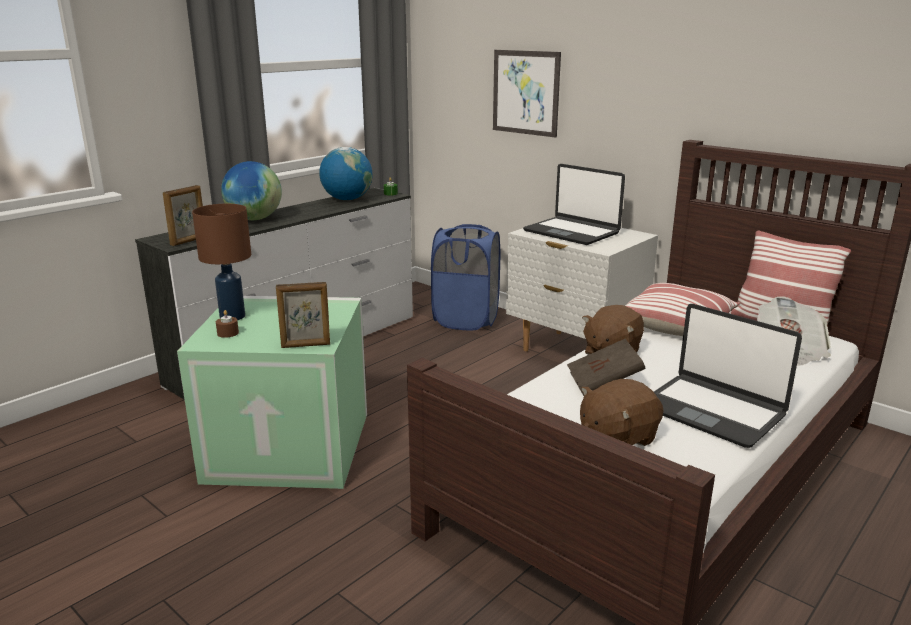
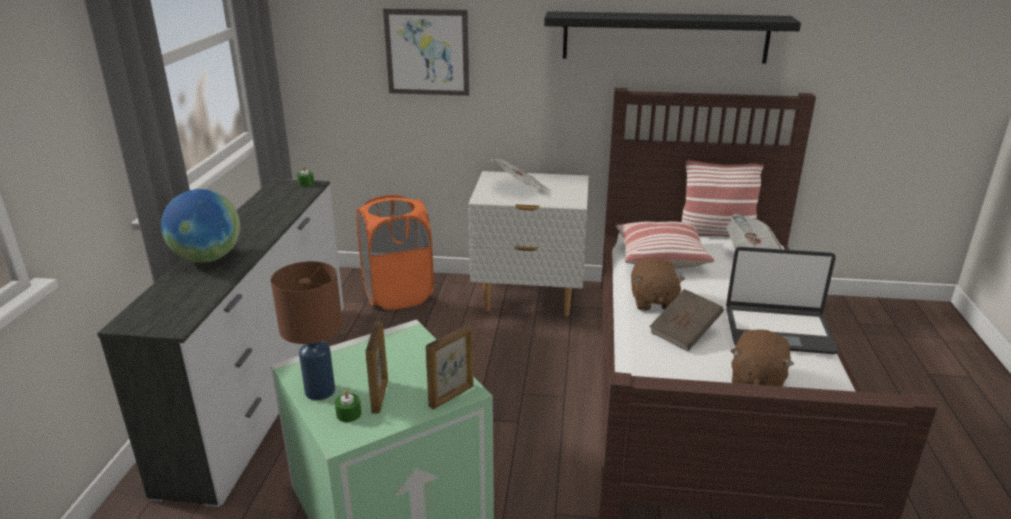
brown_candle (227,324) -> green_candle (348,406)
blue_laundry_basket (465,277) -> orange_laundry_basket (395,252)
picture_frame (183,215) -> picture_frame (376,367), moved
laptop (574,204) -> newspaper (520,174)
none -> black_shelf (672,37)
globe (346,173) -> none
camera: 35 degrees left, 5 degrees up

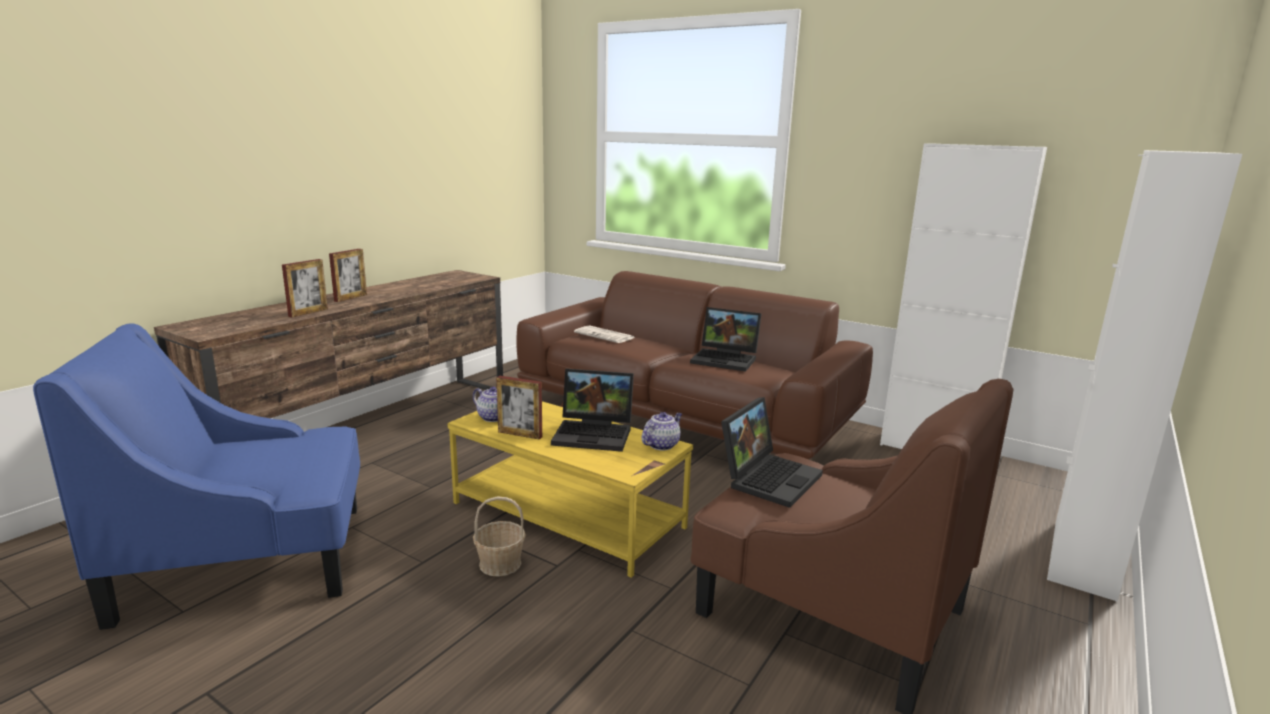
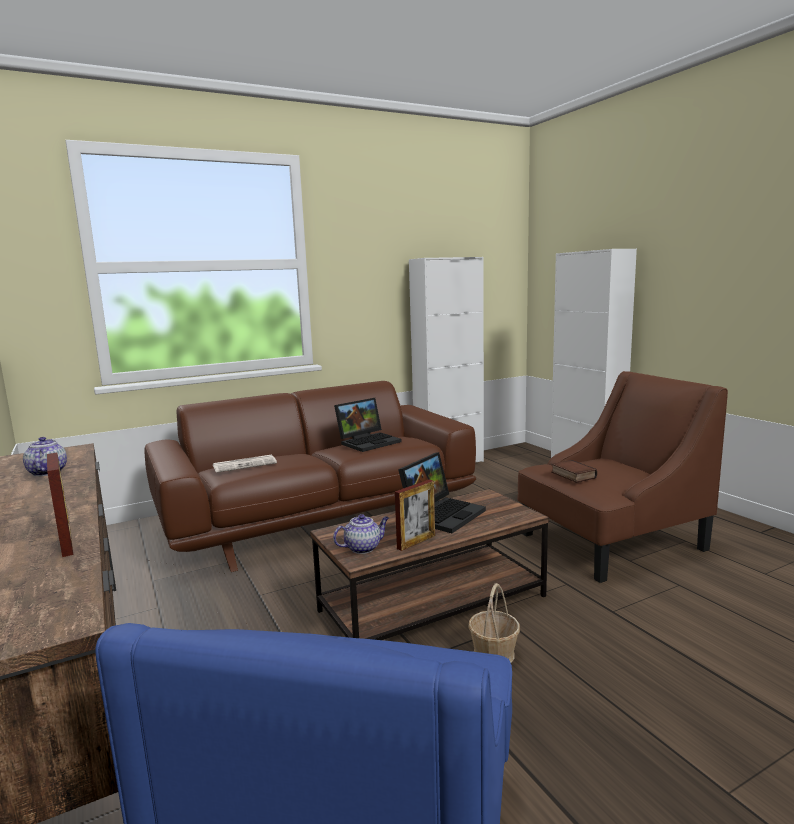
teapot (662,431) -> teapot (45,456), moved
yellow_coffee_table (570,489) -> brown_coffee_table (429,564)
laptop (772,452) -> book (574,471)
picture_frame (348,275) -> none
camera: 60 degrees left, 5 degrees down

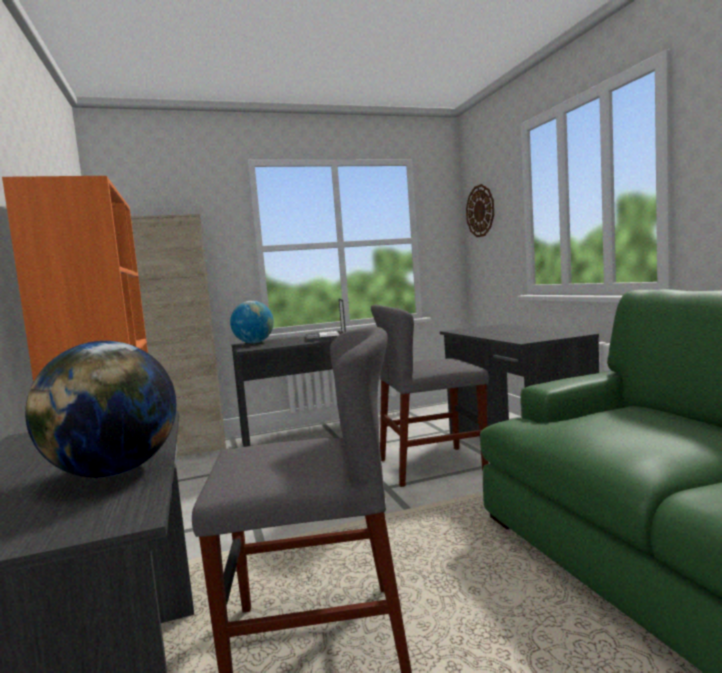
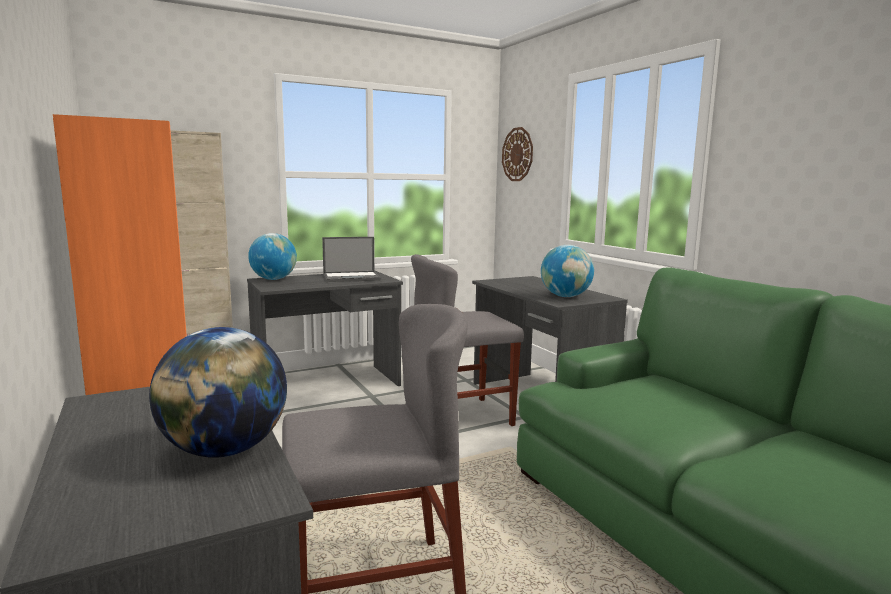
laptop (326,320) -> laptop (351,259), 90 degrees counterclockwise
none -> globe (567,271)
camera: 10 degrees left, 5 degrees up

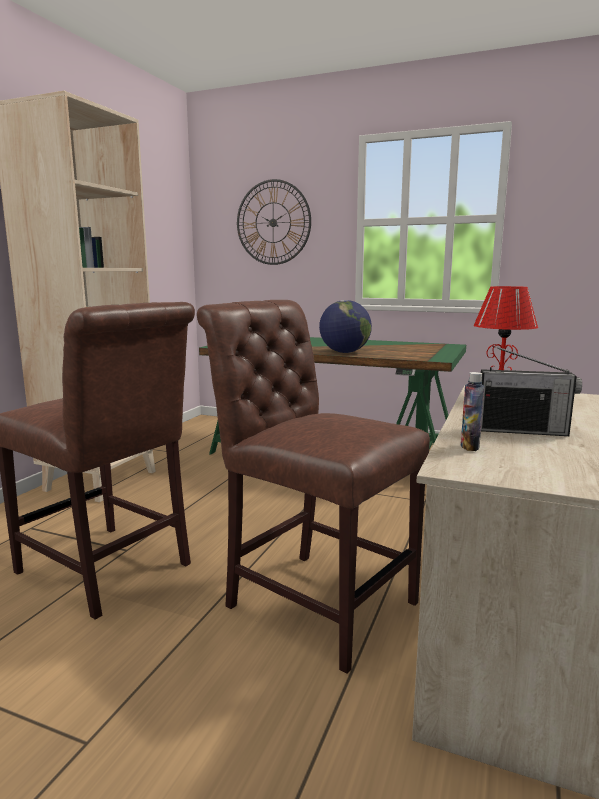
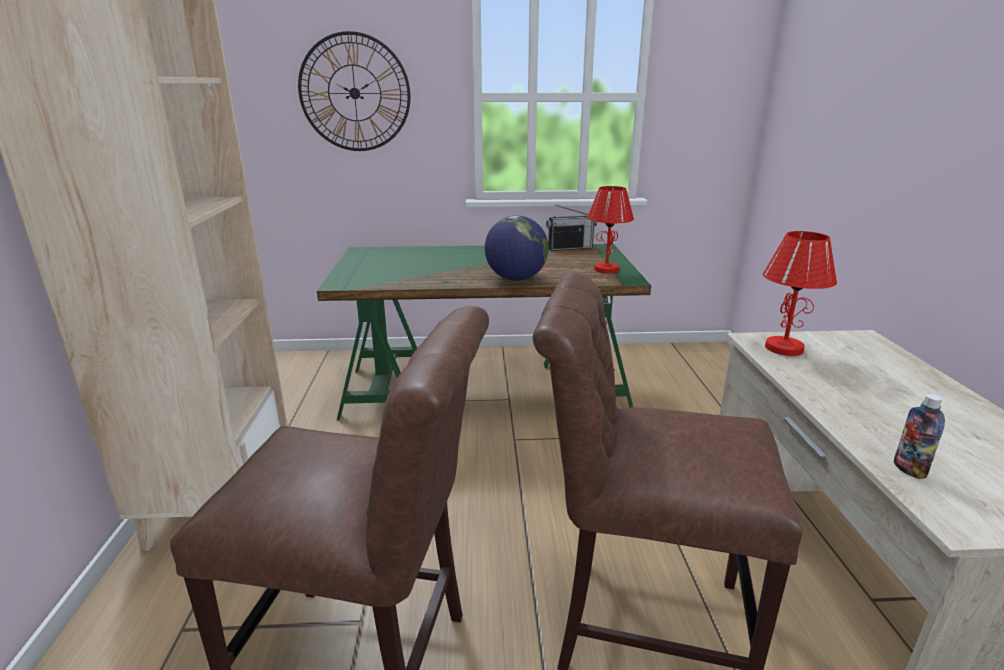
radio (531,390) -> radio (571,227), moved
none -> red_table_lamp (610,229)
camera: 25 degrees left, 10 degrees up

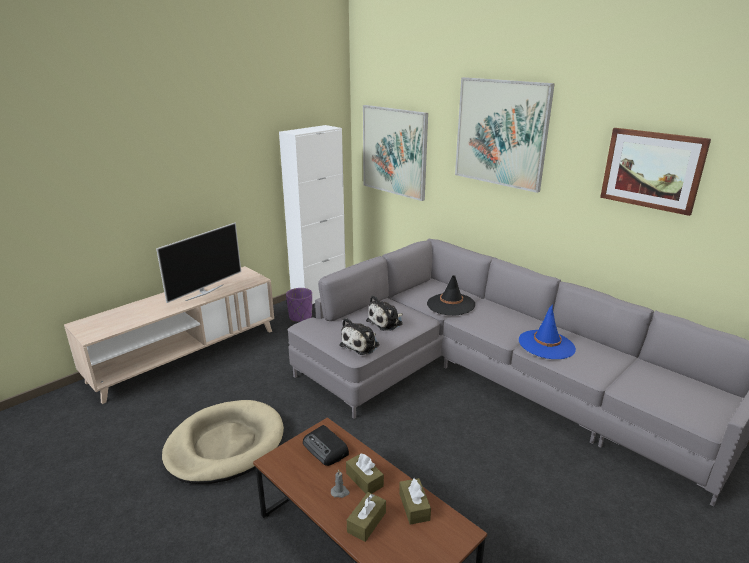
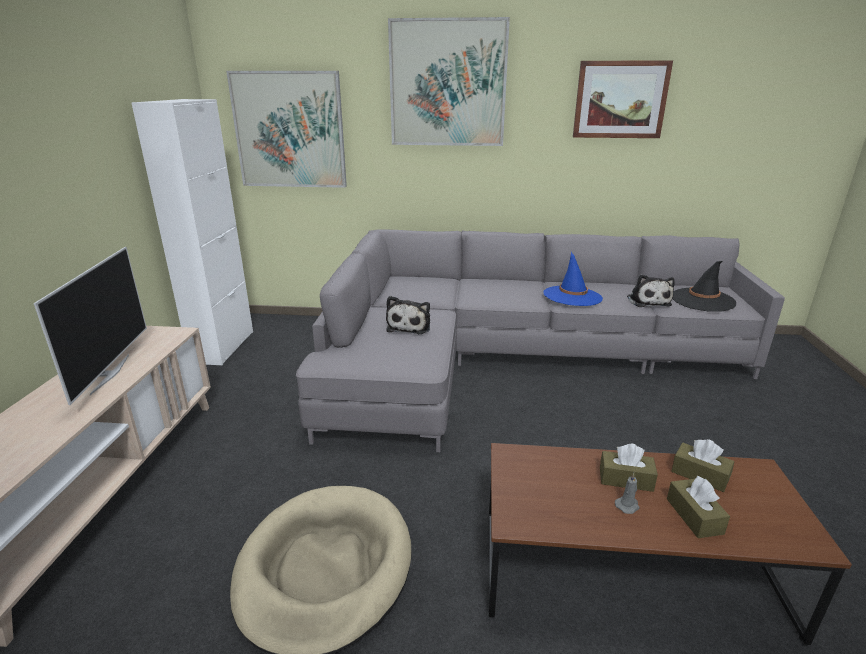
plush_toy (359,336) -> plush_toy (651,291), moved
black_hat (451,295) -> black_hat (704,286), moved
purple_planter (299,305) -> none
radio (326,445) -> none
camera: 40 degrees left, 0 degrees up

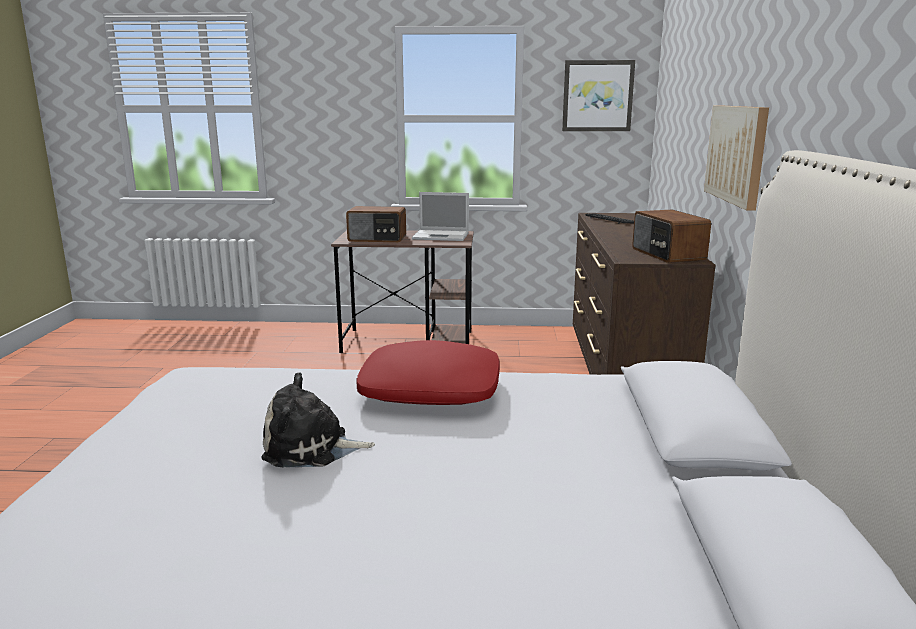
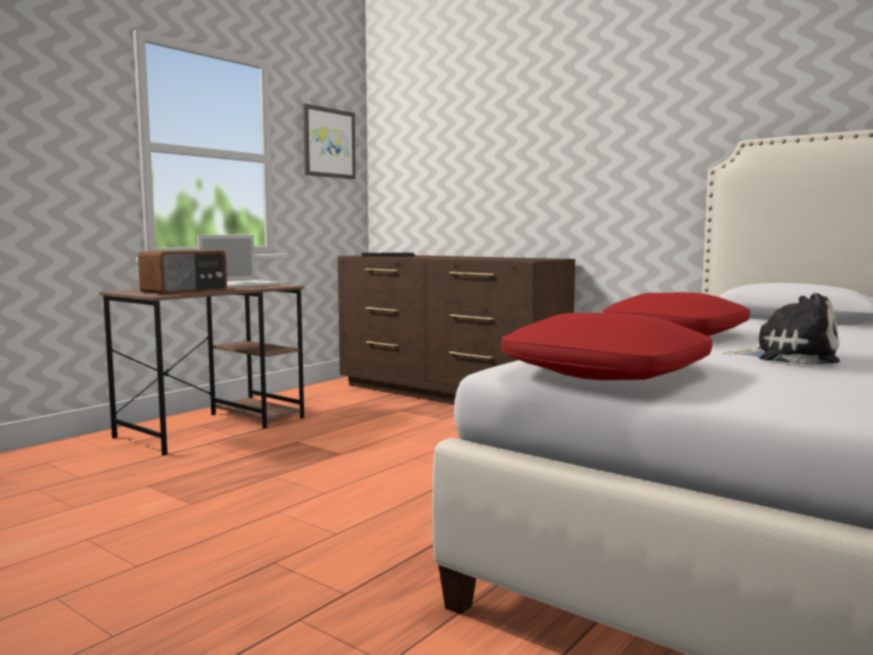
none -> red_pillow (606,346)
plush_toy (318,419) -> plush_toy (781,329), 105 degrees counterclockwise
radio (671,236) -> none
picture (736,157) -> none
camera: 55 degrees left, 10 degrees down

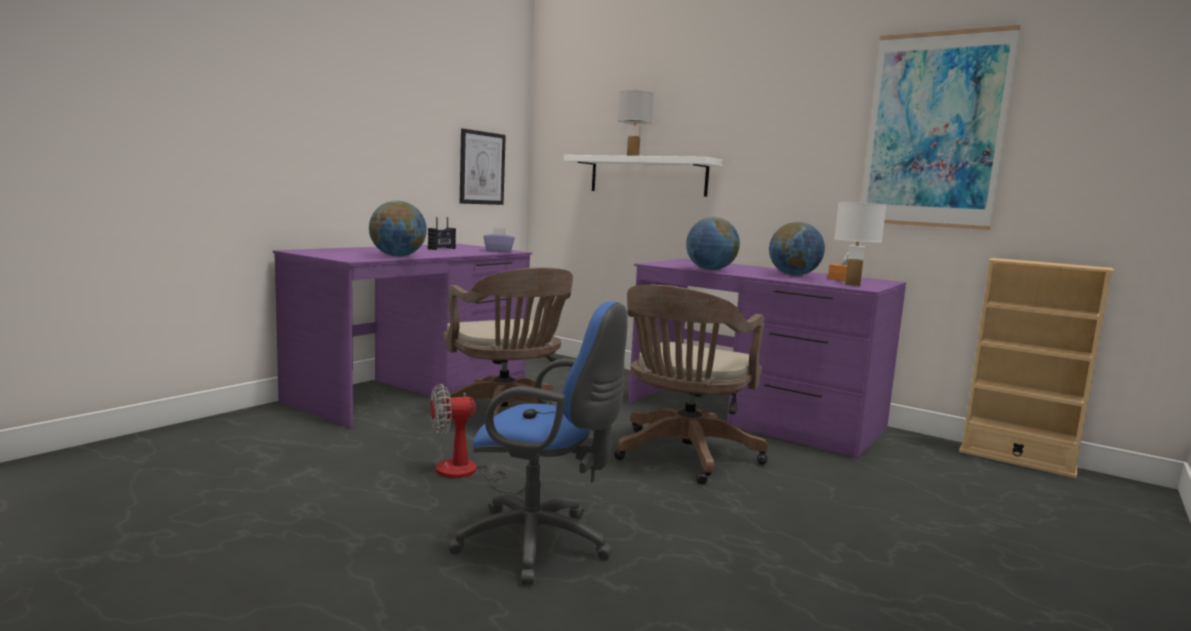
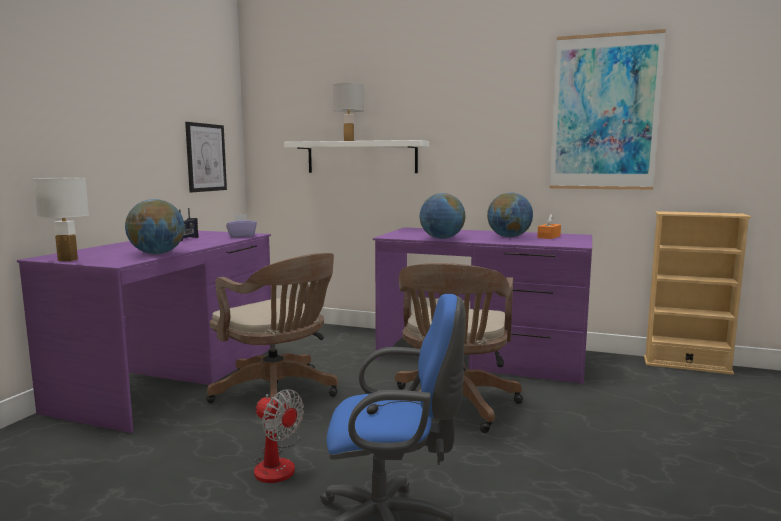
white_table_lamp (860,244) -> white_table_lamp (61,219), moved
fan (479,439) -> fan (279,436), 105 degrees counterclockwise
camera: 15 degrees left, 0 degrees up

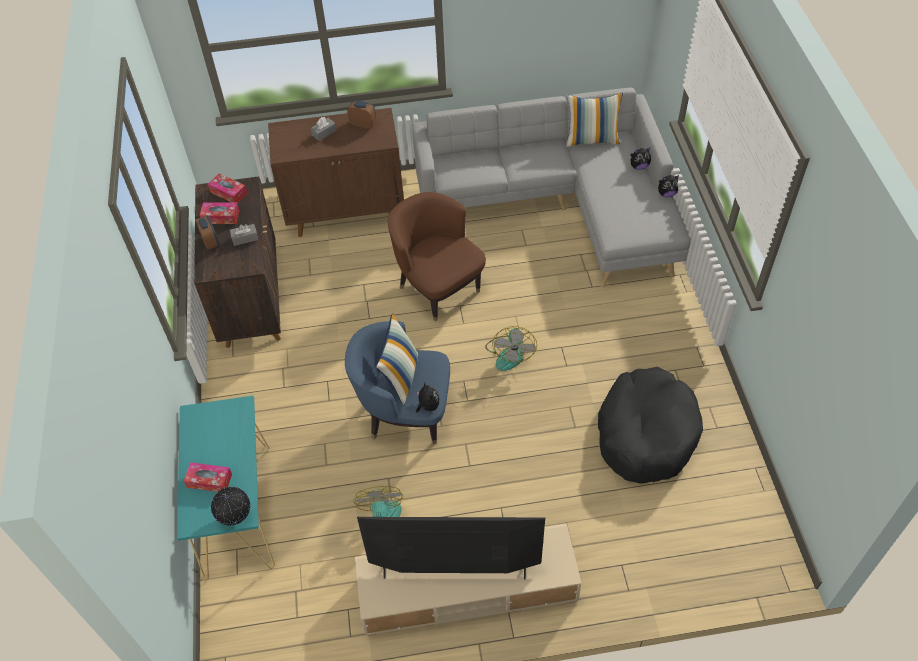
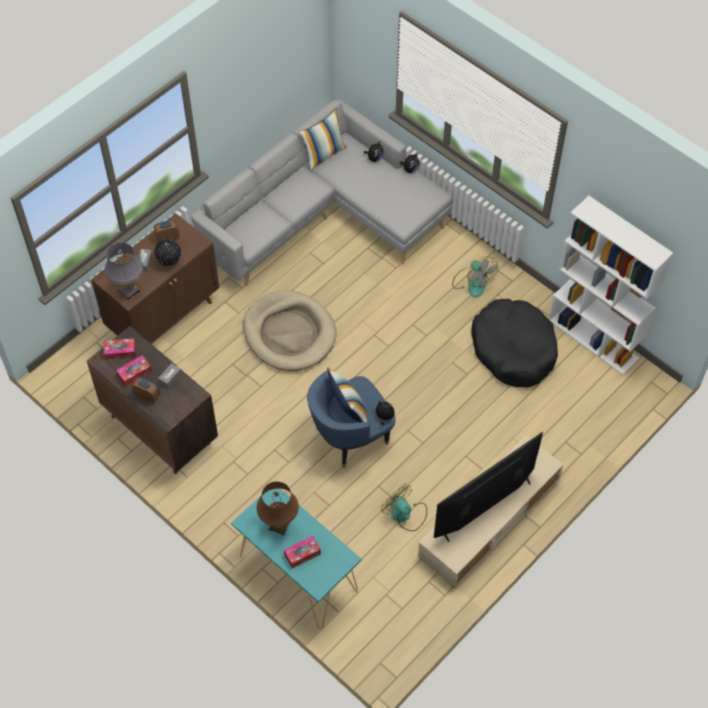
none -> grey_table_lamp (124,271)
globe (230,506) -> globe (167,252), moved
brown_armchair (437,256) -> beige_dog_bed (290,330)
none -> brown_table_lamp (278,508)
fan (511,348) -> fan (475,277), moved
none -> white_bookcase (610,285)
camera: 40 degrees left, 5 degrees up

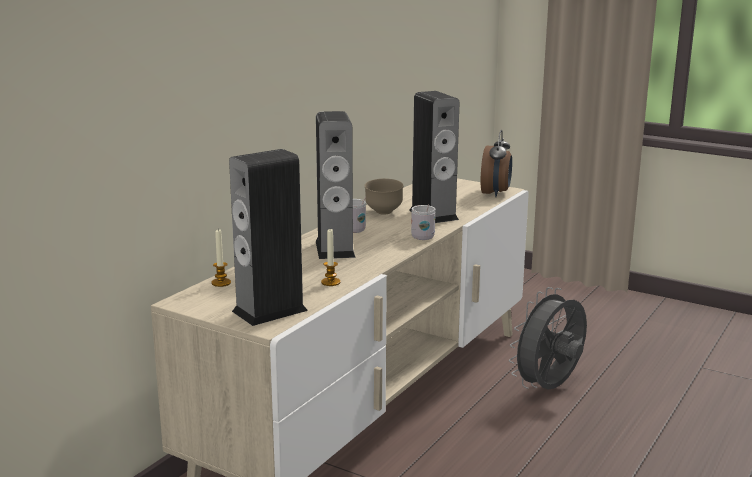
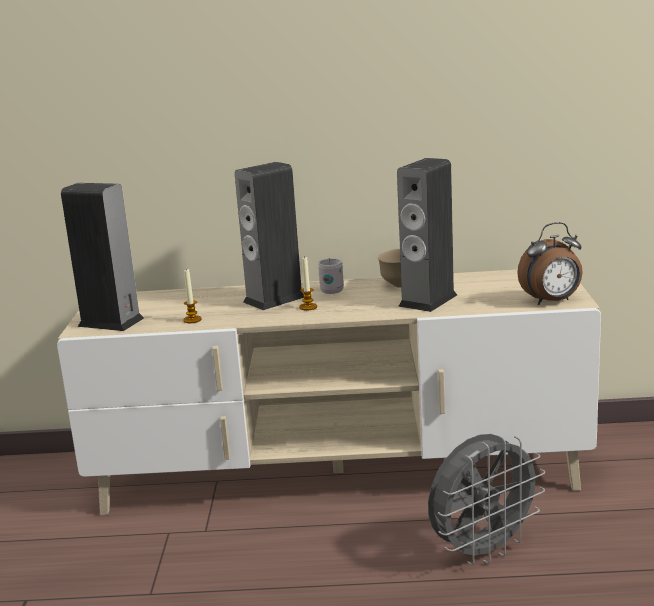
candle (221,258) -> candle (308,283), moved
grey_fan (548,338) -> grey_fan (486,499), 135 degrees clockwise
white_mug (423,222) -> none
camera: 60 degrees right, 0 degrees up

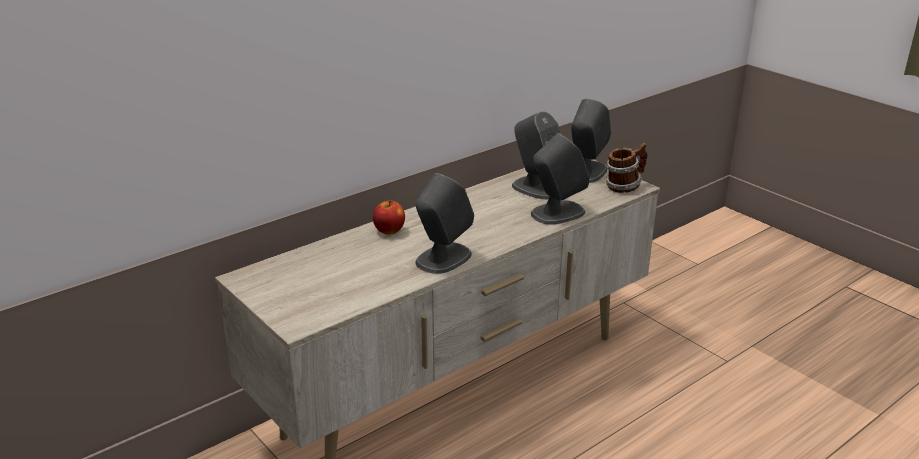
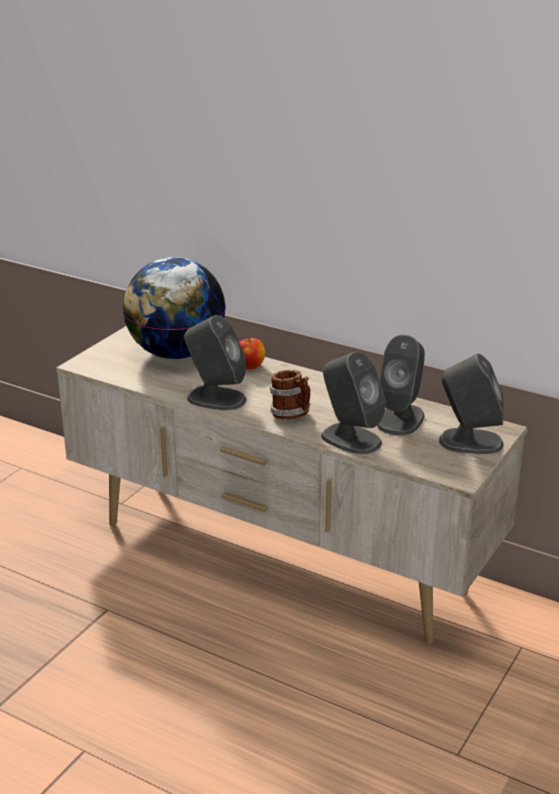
none -> globe (174,308)
mug (627,168) -> mug (290,395), moved
camera: 70 degrees right, 0 degrees up

